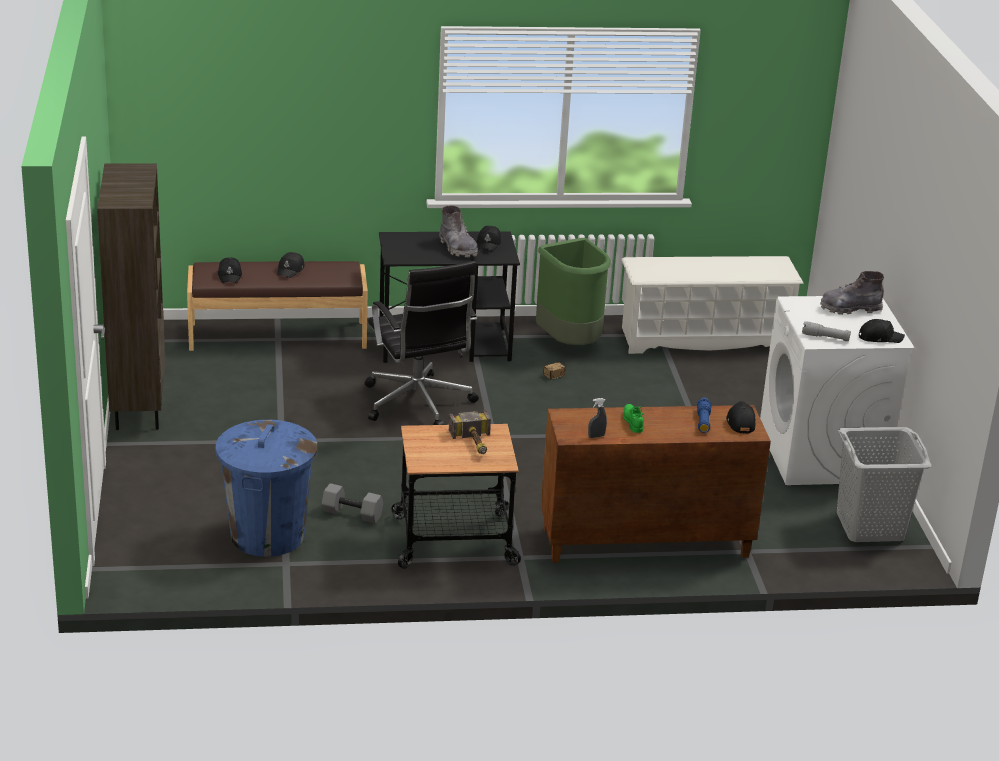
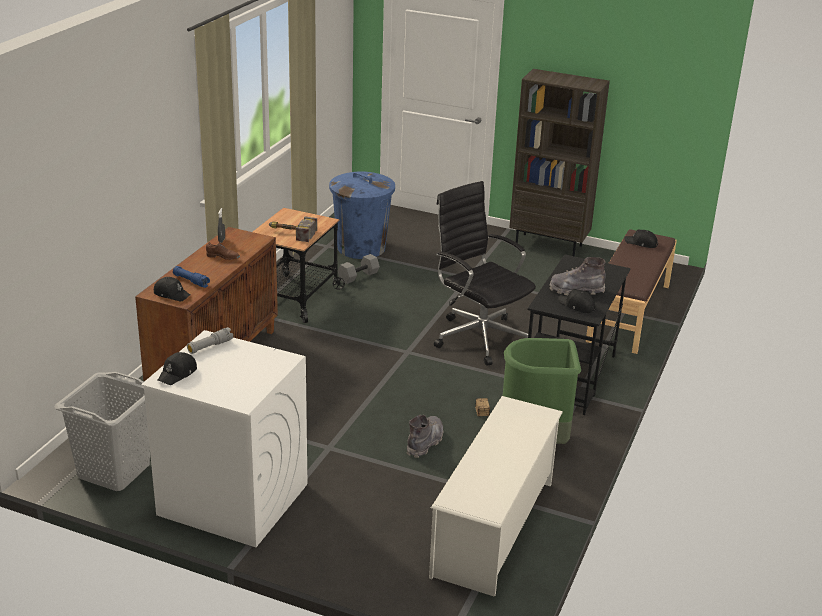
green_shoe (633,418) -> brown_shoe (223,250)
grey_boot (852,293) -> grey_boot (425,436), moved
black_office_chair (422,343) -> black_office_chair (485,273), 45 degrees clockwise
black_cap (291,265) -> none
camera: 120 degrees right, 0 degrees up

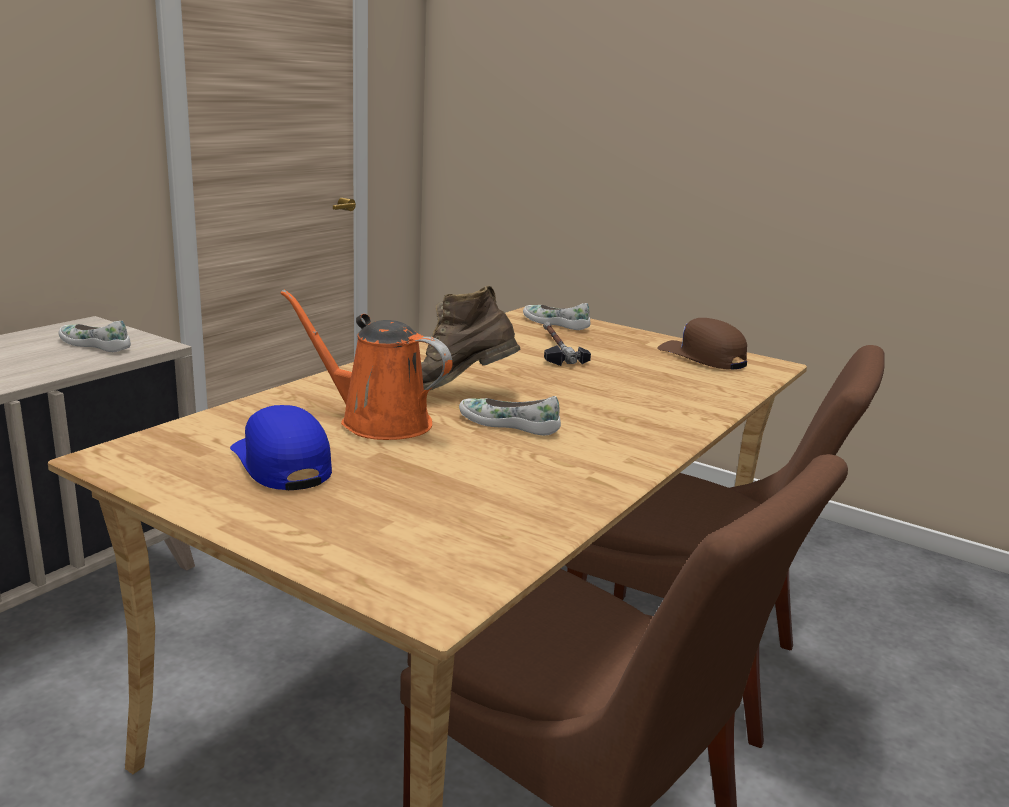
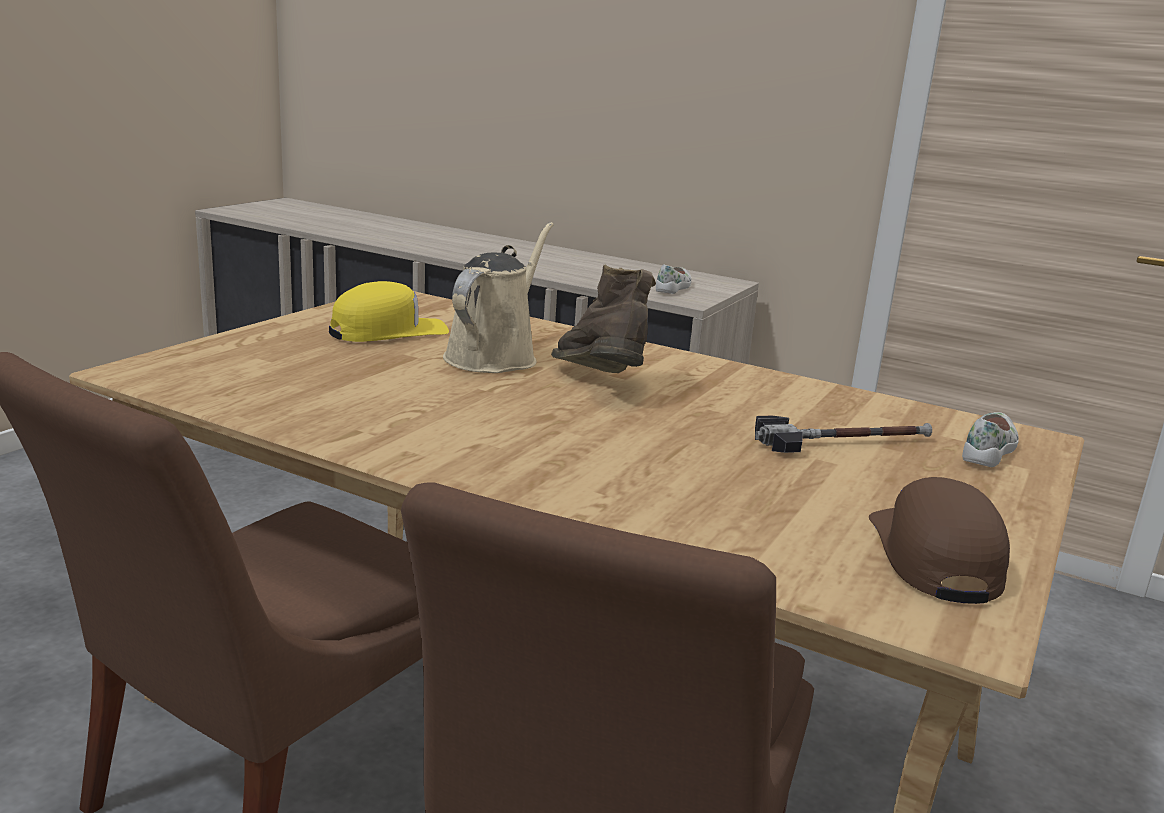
blue_cap (281,447) -> yellow_cap (389,311)
orange_watering_can (366,365) -> beige_watering_can (498,297)
brown_cap (702,343) -> brown_cap (939,540), 45 degrees counterclockwise
white_shoe (510,415) -> none
camera: 85 degrees right, 0 degrees up

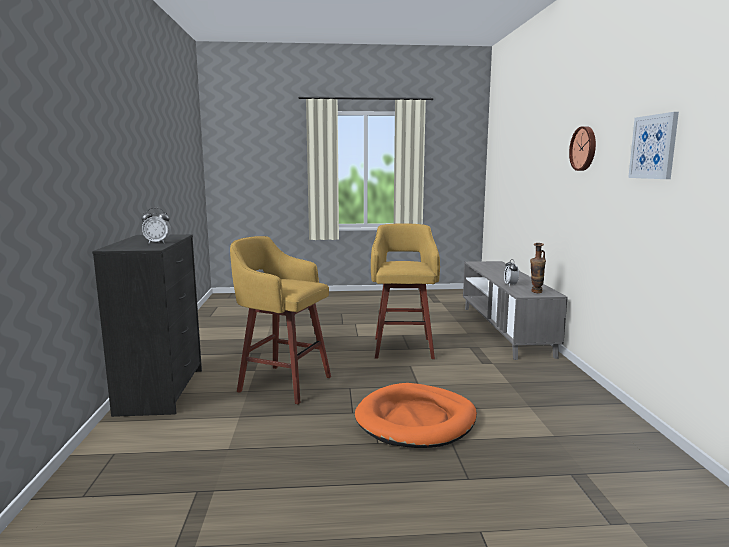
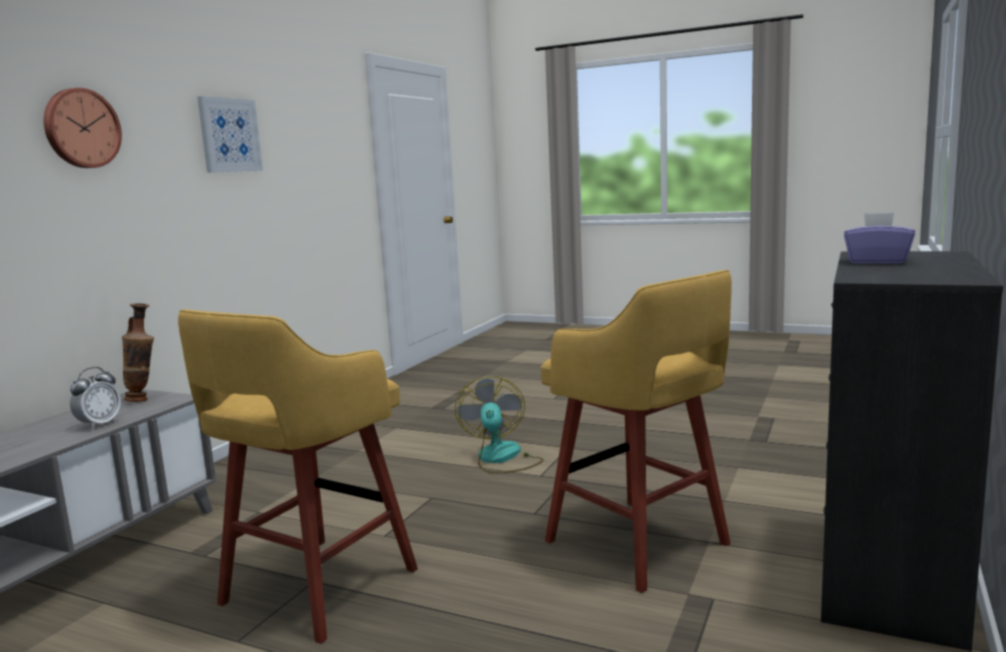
orange_dog_bed (416,415) -> fan (499,425)
alarm_clock (156,225) -> purple_tissue_box (879,238)
camera: 150 degrees left, 0 degrees up

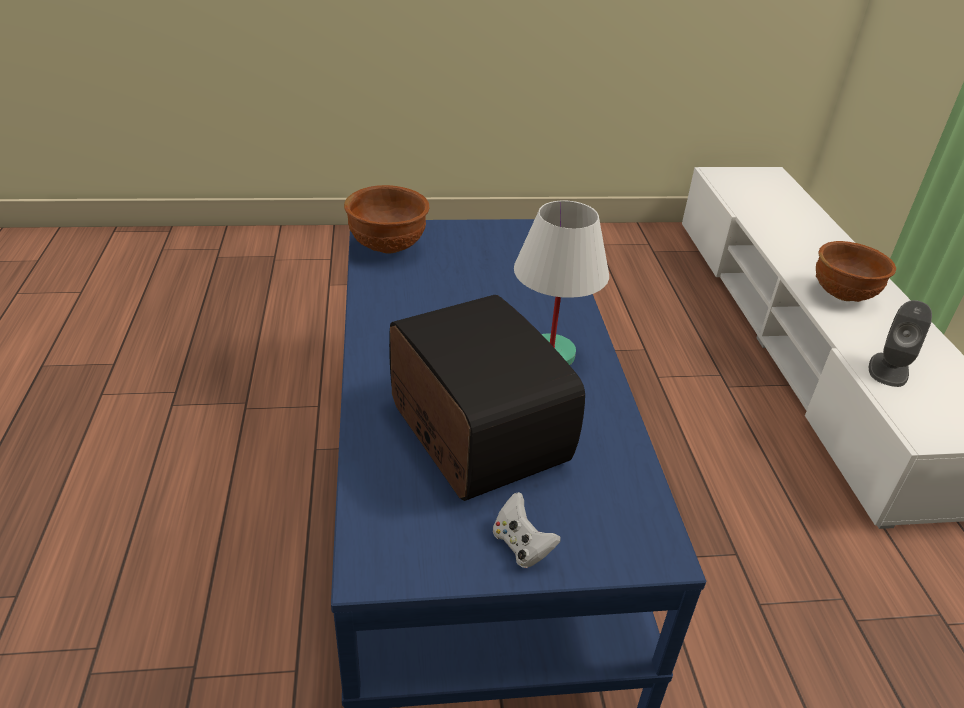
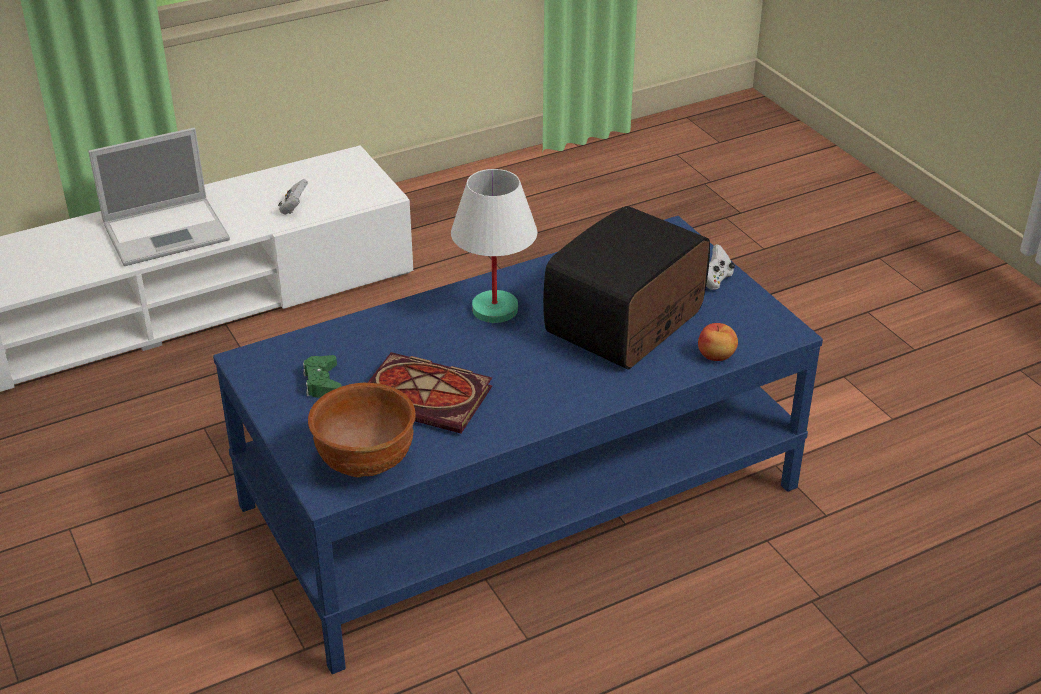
brown_bowl (856,271) -> laptop (159,197)
grey_speaker (900,343) -> white_game_controller (293,197)
none -> green_game_controller (322,376)
none -> book (430,393)
none -> apple (718,342)
camera: 110 degrees left, 0 degrees up

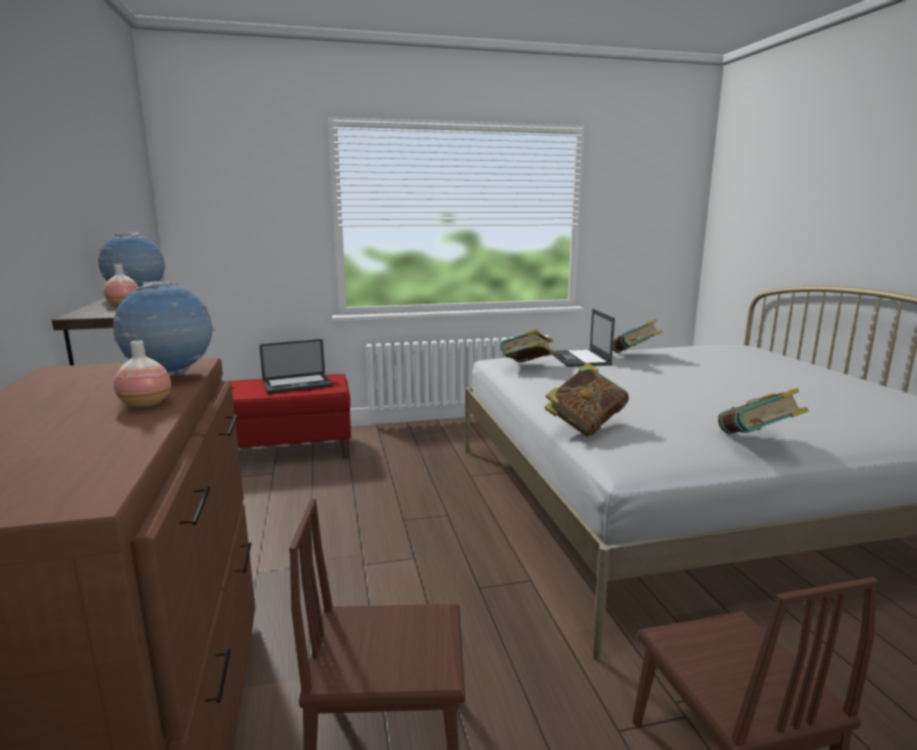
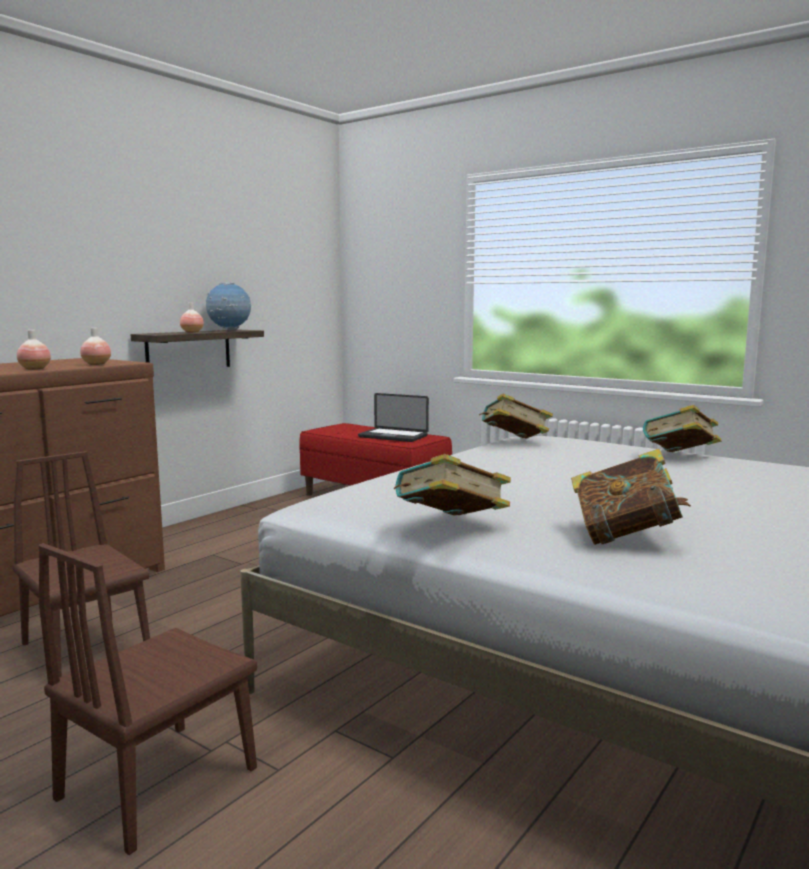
globe (164,328) -> vase (95,346)
book (587,400) -> book (631,497), moved
laptop (584,338) -> none
camera: 50 degrees right, 5 degrees down

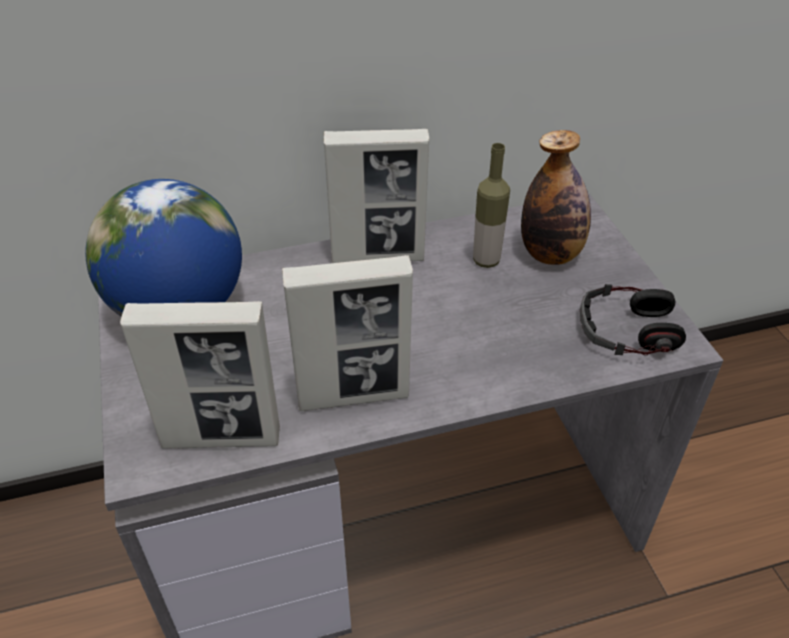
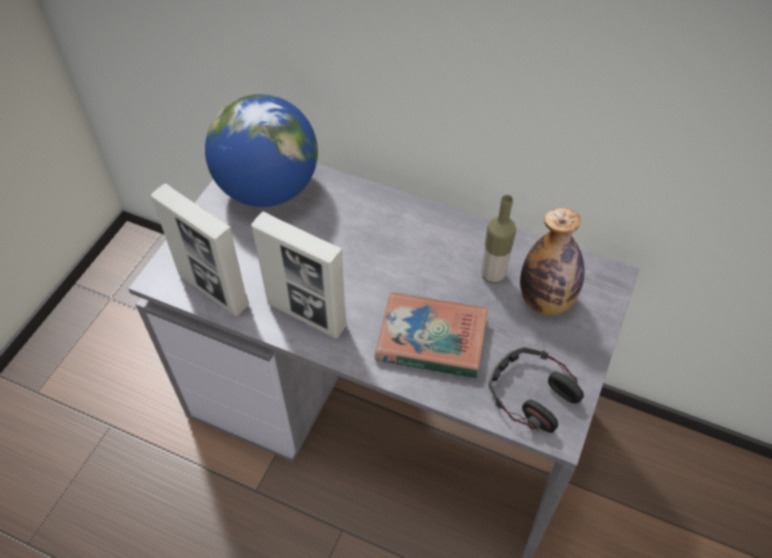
none -> book (431,335)
picture_frame (376,196) -> none
camera: 40 degrees right, 10 degrees up

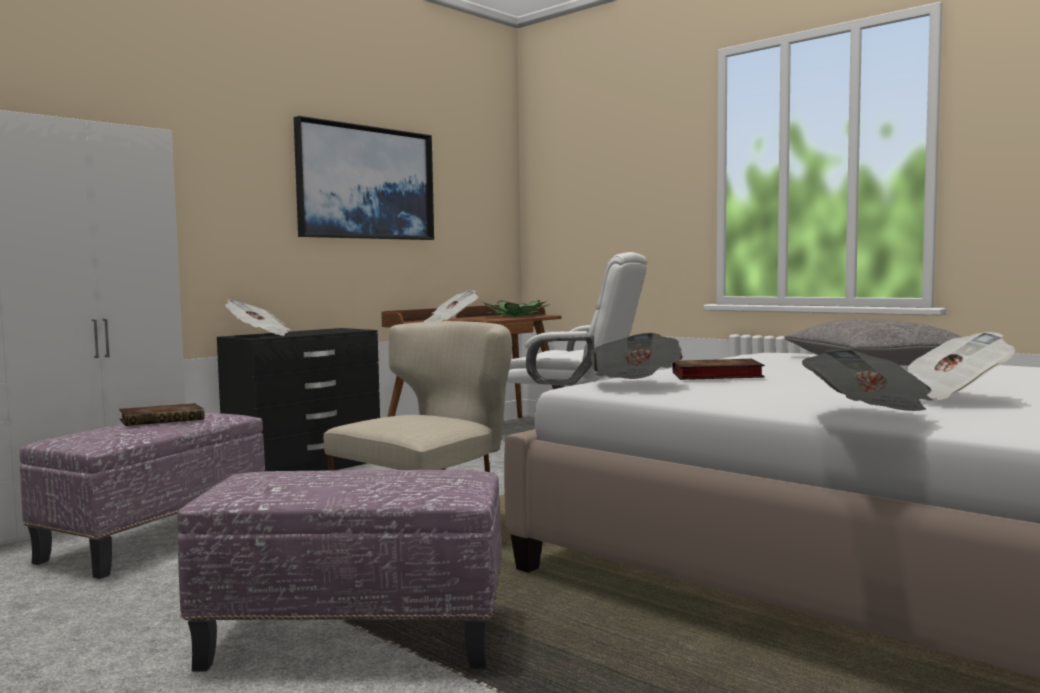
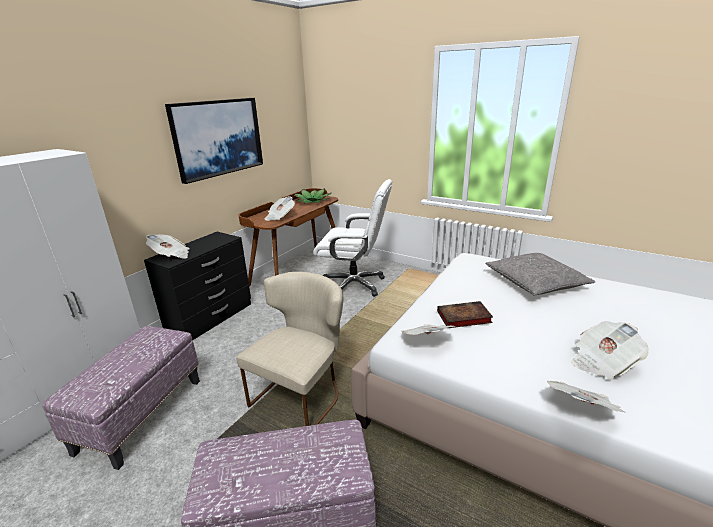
book (161,414) -> none
camera: 10 degrees left, 20 degrees up

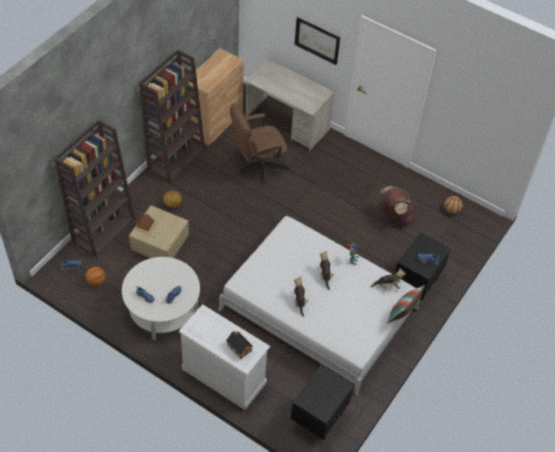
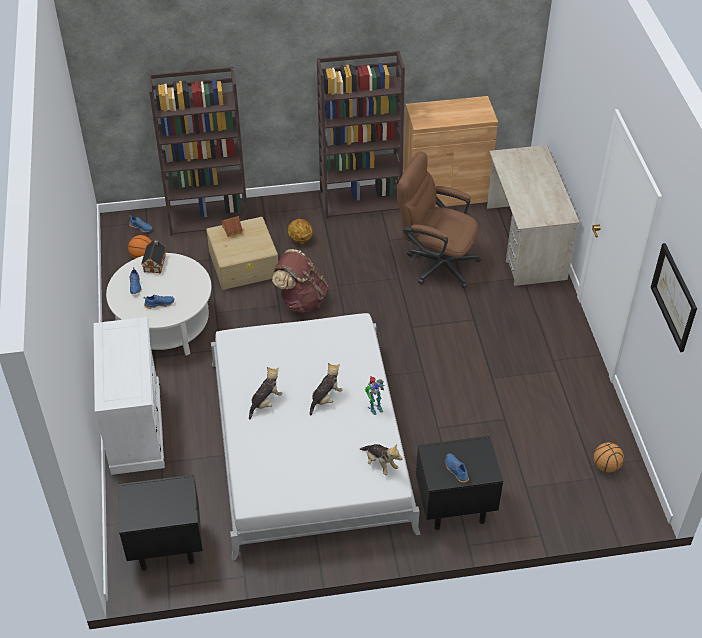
toy_house (239,345) -> toy_house (153,256), moved
brown_backpack (399,205) -> brown_backpack (300,281), moved
picture (317,41) -> picture (674,297), moved
pillow (406,304) -> none
camera: 50 degrees right, 5 degrees down

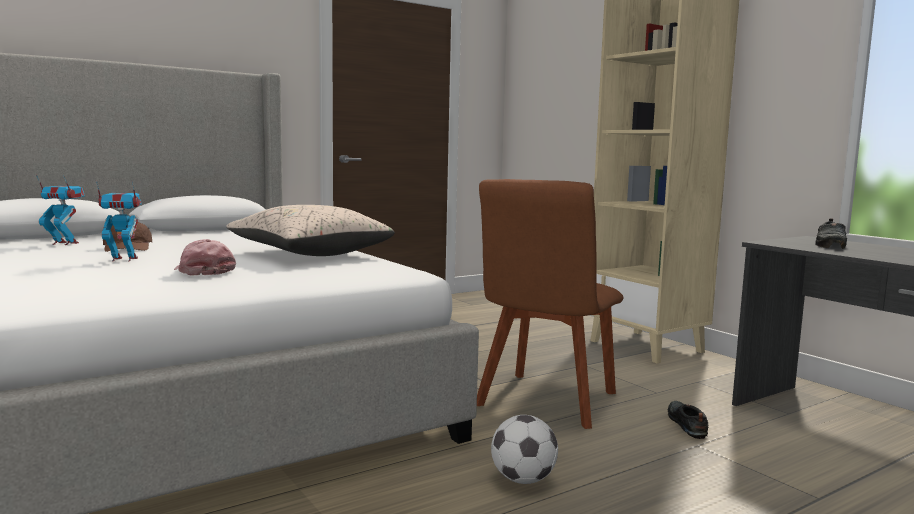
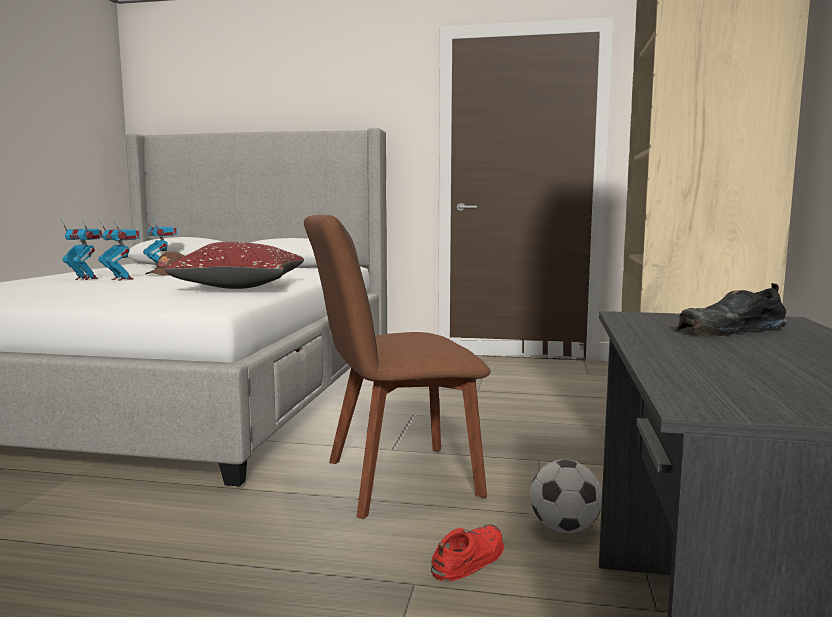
none -> toy_robot (82,249)
beige_pillow (310,230) -> red_pillow (234,265)
black_shoe (688,420) -> red_shoe (467,552)
football (524,449) -> football (566,496), moved
pink_cap (205,257) -> none
camera: 45 degrees right, 0 degrees up

